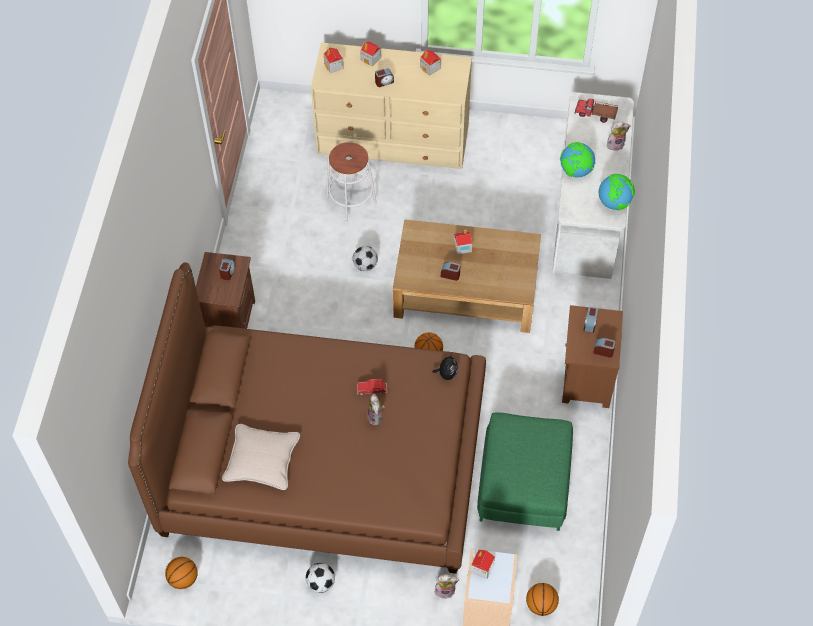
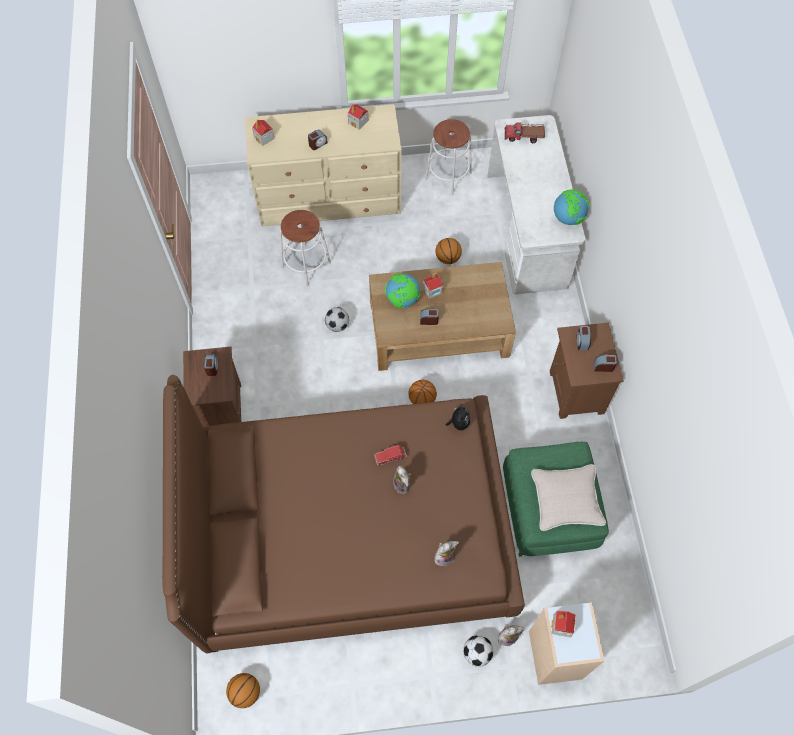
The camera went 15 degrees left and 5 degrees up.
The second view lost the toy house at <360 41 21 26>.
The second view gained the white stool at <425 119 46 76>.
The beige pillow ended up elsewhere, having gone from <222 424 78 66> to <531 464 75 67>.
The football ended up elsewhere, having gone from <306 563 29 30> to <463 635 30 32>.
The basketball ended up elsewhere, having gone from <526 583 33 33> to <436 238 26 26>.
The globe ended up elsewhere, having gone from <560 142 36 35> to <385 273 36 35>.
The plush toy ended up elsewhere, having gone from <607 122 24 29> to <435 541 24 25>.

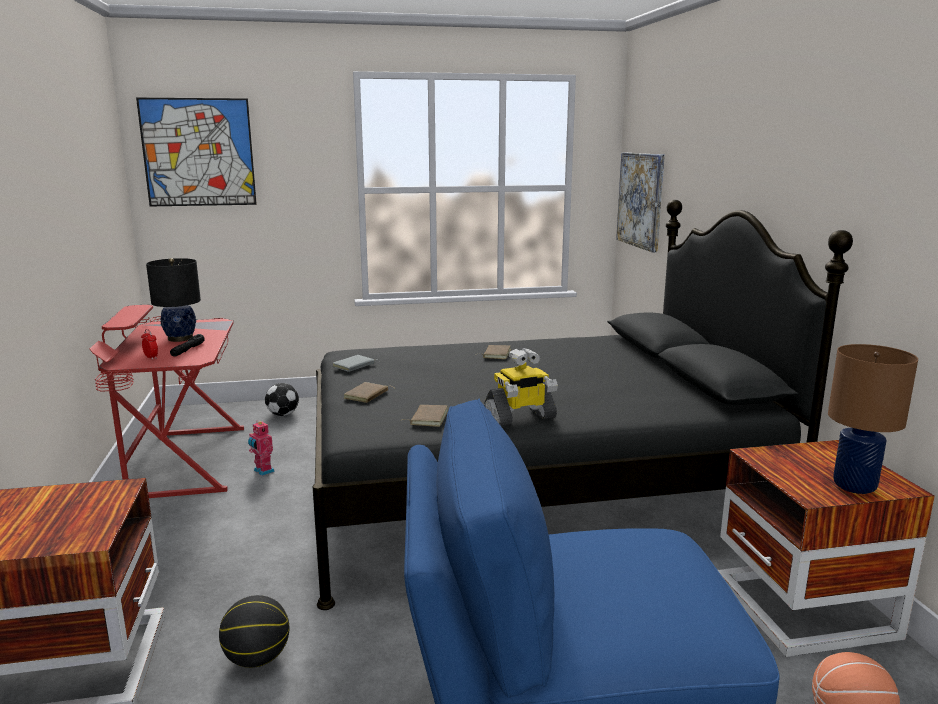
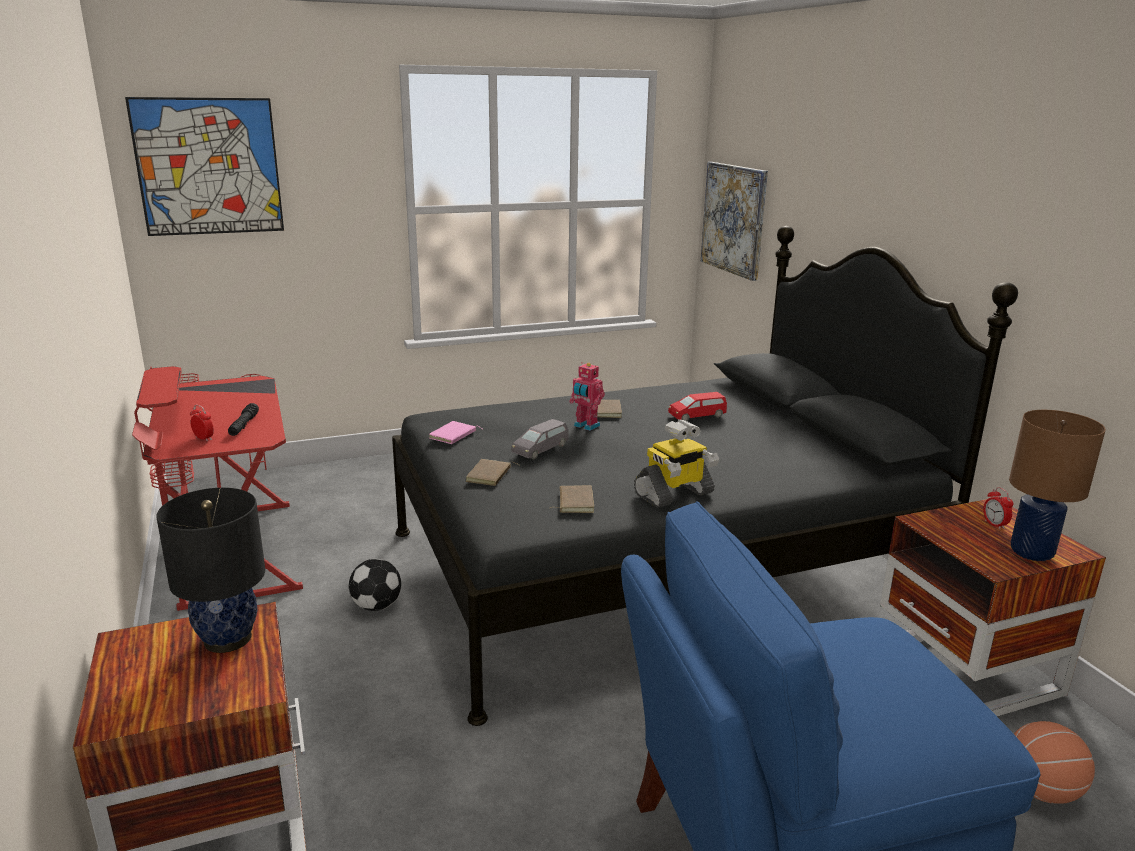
The camera went 10 degrees left and 5 degrees up.
The second view lost the basketball at <219 595 70 73>.
The second view gained the grey toy car at <511 419 58 40>.
The second view gained the red toy car at <668 392 59 29>.
The second view gained the alarm clock at <983 487 30 43>.
The black table lamp ended up elsewhere, having gone from <146 258 55 84> to <156 488 109 165>.
The toy robot ended up elsewhere, having gone from <248 421 27 55> to <569 362 36 69>.
The football ended up elsewhere, having gone from <265 383 34 33> to <349 559 52 52>.
What was the grey book at <333 355 47 17> turned into the pink book at <429 421 53 23>.

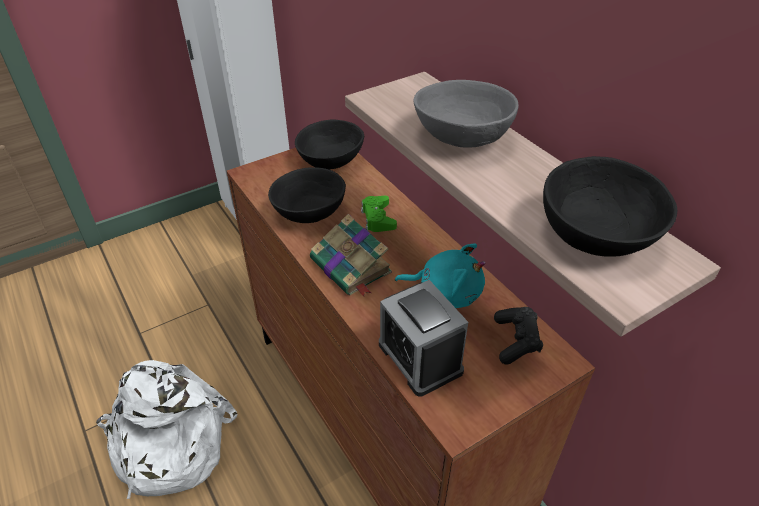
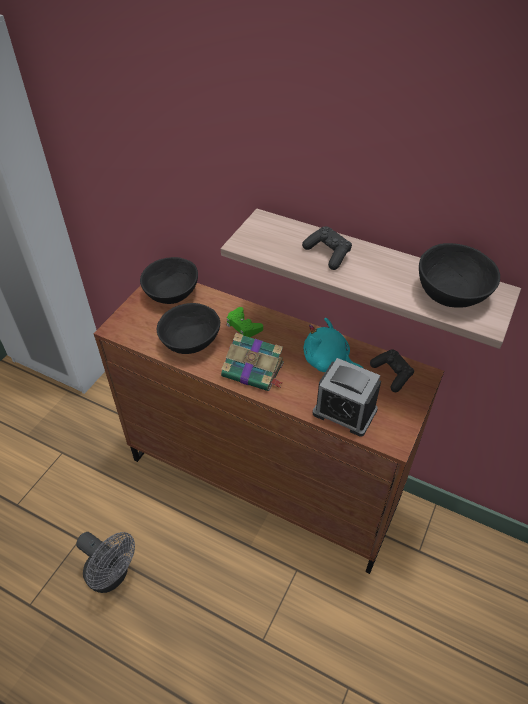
The camera went 30 degrees left and 5 degrees up.
Where the white backpack stood at <96 360 141 139>, the grey fan came to stand at <76 532 59 61>.
Where the grey bowl stood at <413 80 106 67>, the black game controller came to stand at <302 226 50 44>.
The turquoise plush toy at <395 243 90 65> ended up facing another way, 135 degrees counterclockwise from before.

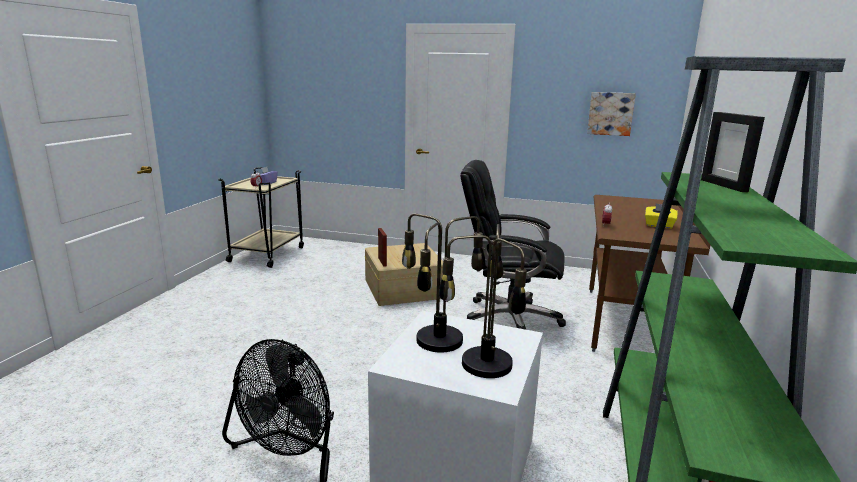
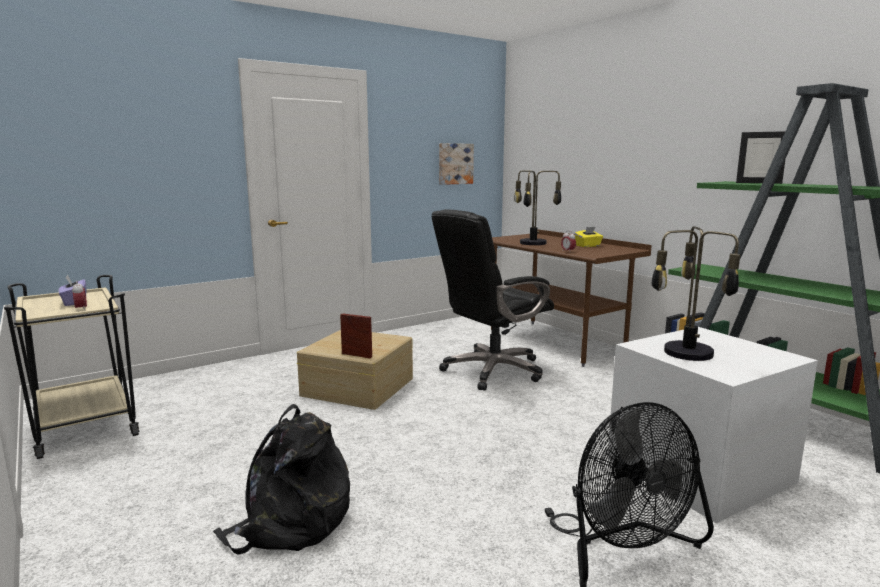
The camera went 50 degrees left and 5 degrees down.
The second view gained the black backpack at <213 404 137 150>.
The table lamp ended up elsewhere, having gone from <439 224 88 154> to <514 170 47 75>.

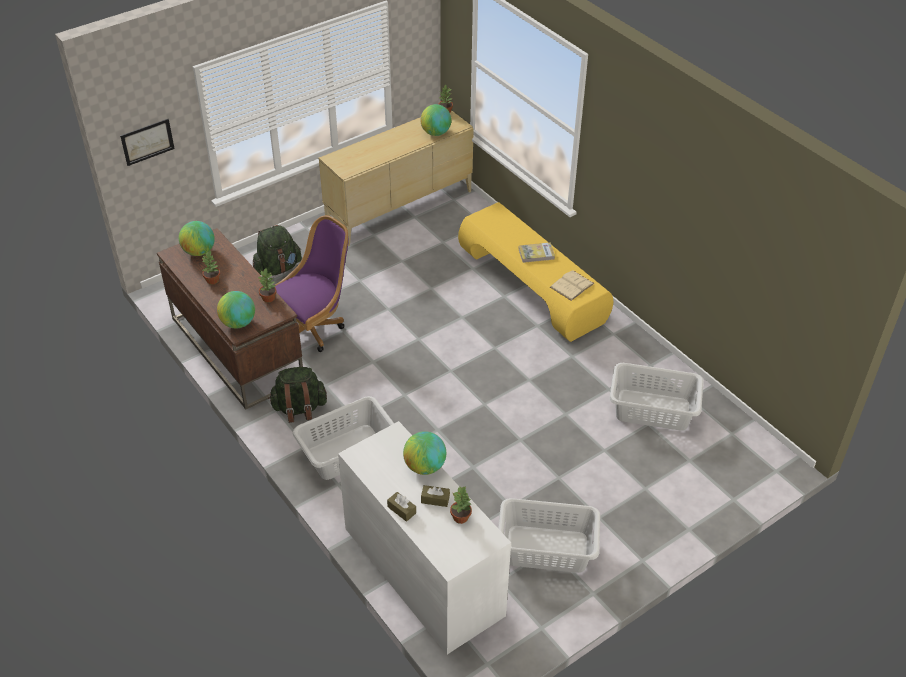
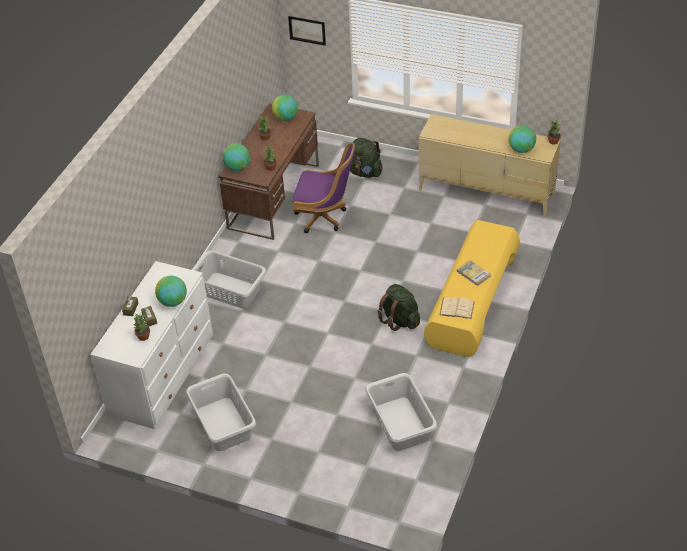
The camera went 60 degrees right and 0 degrees up.
The green backpack ended up elsewhere, having gone from <268 367 59 56> to <377 284 43 47>.

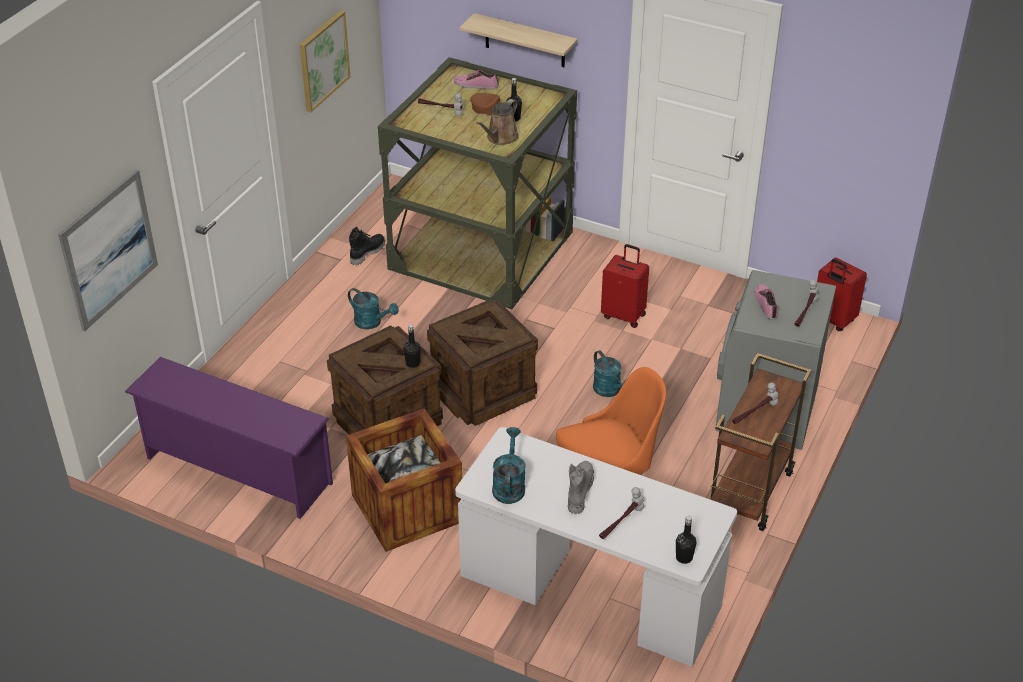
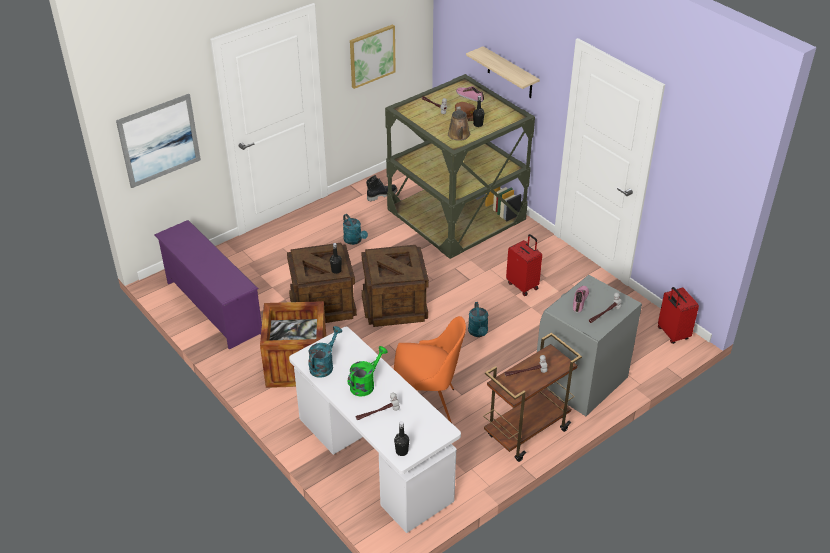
The camera went 25 degrees right and 0 degrees up.
Where the grey boot stood at <568 461 26 53>, the green watering can came to stand at <348 346 40 51>.
The brown watering can at <476 99 43 46> ended up facing another way, 60 degrees counterclockwise from before.

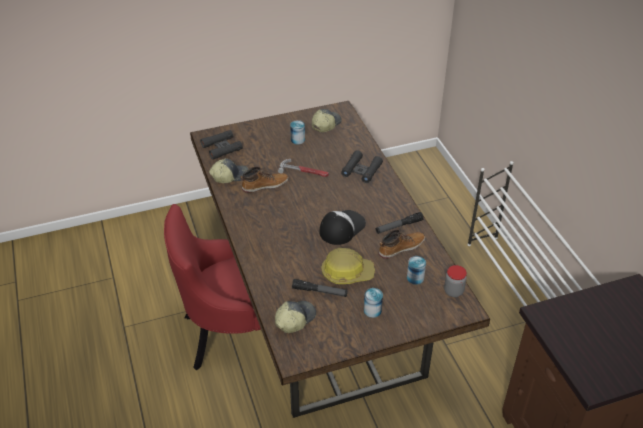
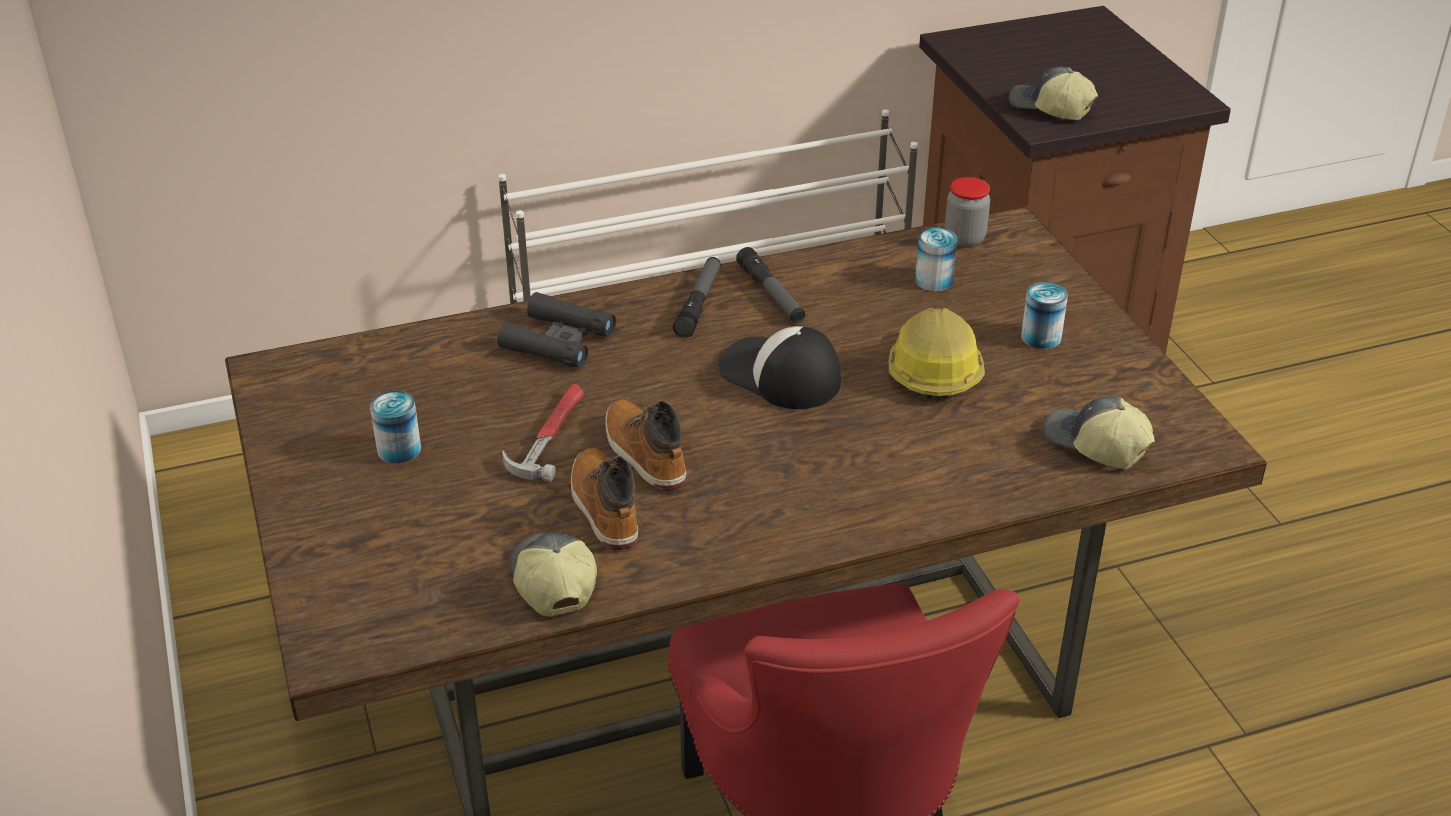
The camera went 90 degrees left and 5 degrees down.
The second view lost the black binoculars at <200 130 43 30>.
The flashlight ended up elsewhere, having gone from <292 279 56 18> to <673 257 48 81>.
The cap ended up elsewhere, having gone from <312 109 30 23> to <1009 67 89 53>.
The boot ended up elsewhere, having gone from <378 230 47 29> to <605 400 81 91>.

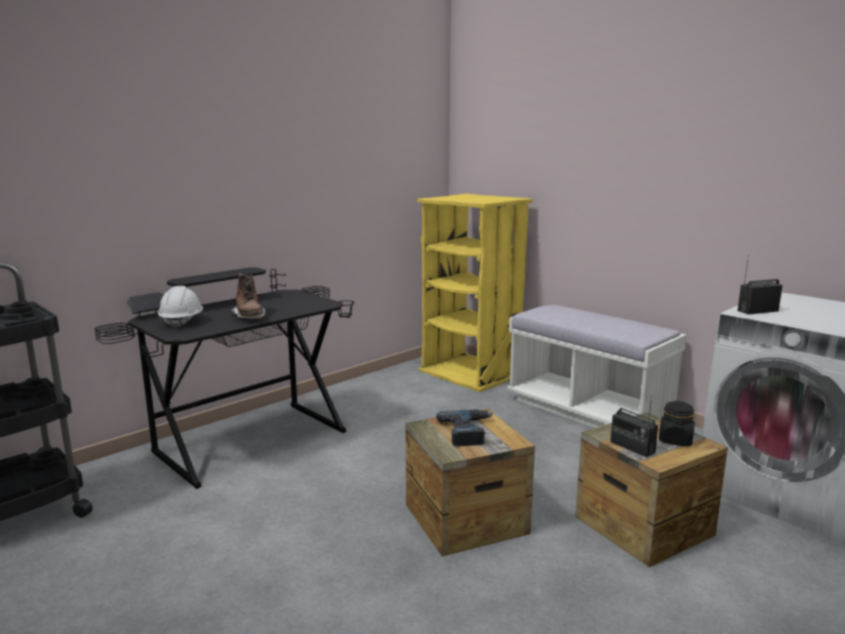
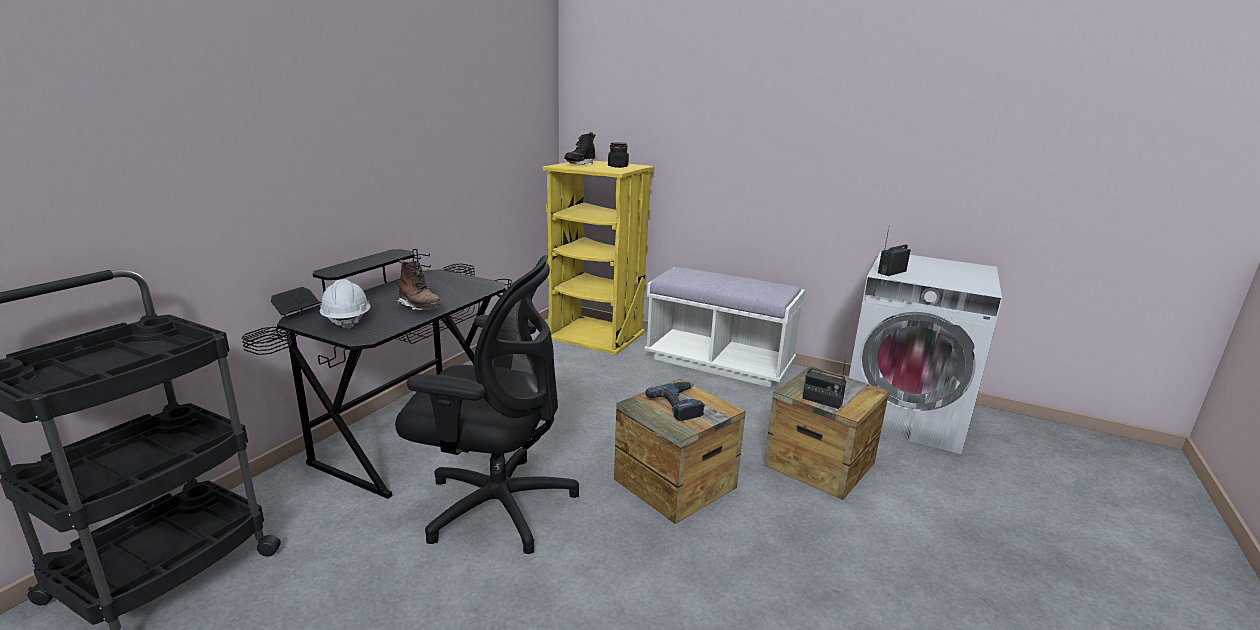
The camera went 20 degrees left and 5 degrees up.
The second view gained the black office chair at <395 255 184 299>.
The second view gained the black boot at <564 132 32 33>.
The black jar ended up elsewhere, having gone from <659 401 36 45> to <608 142 21 26>.

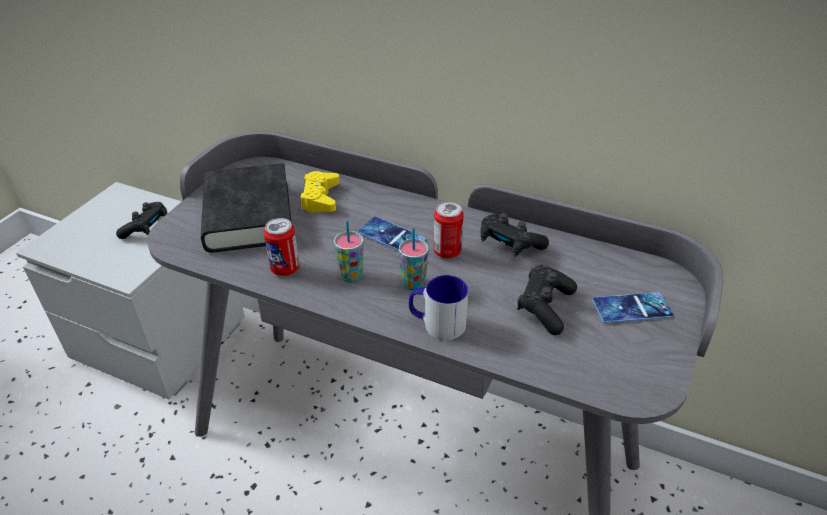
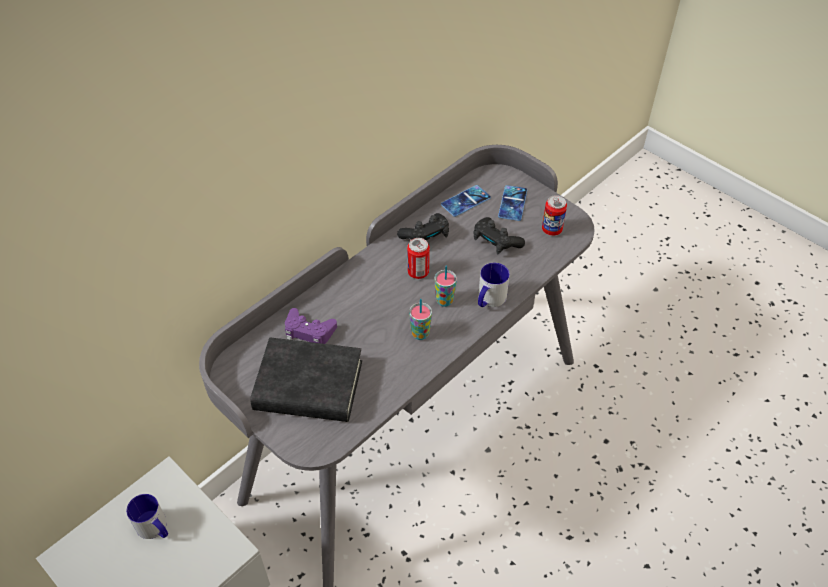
The camera went 70 degrees left and 10 degrees up.
The can ended up elsewhere, having gone from <264 218 36 58> to <542 195 25 41>.
The phone ended up elsewhere, having gone from <358 216 68 35> to <441 185 50 32>.
Where the black game controller stood at <116 202 51 37>, the mug came to stand at <126 494 42 45>.
What was the yellow game controller at <300 171 40 42> turned into the purple game controller at <285 308 52 36>.

